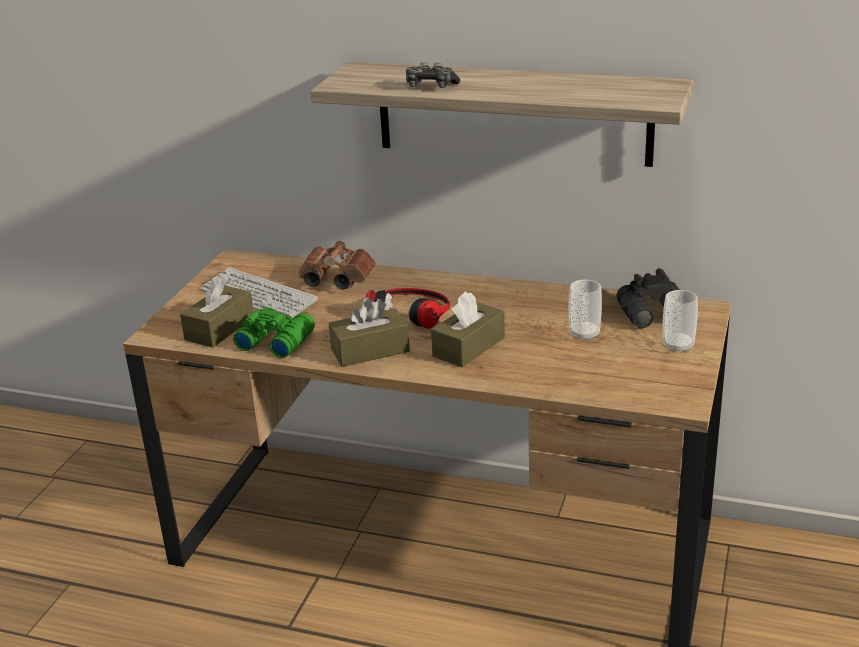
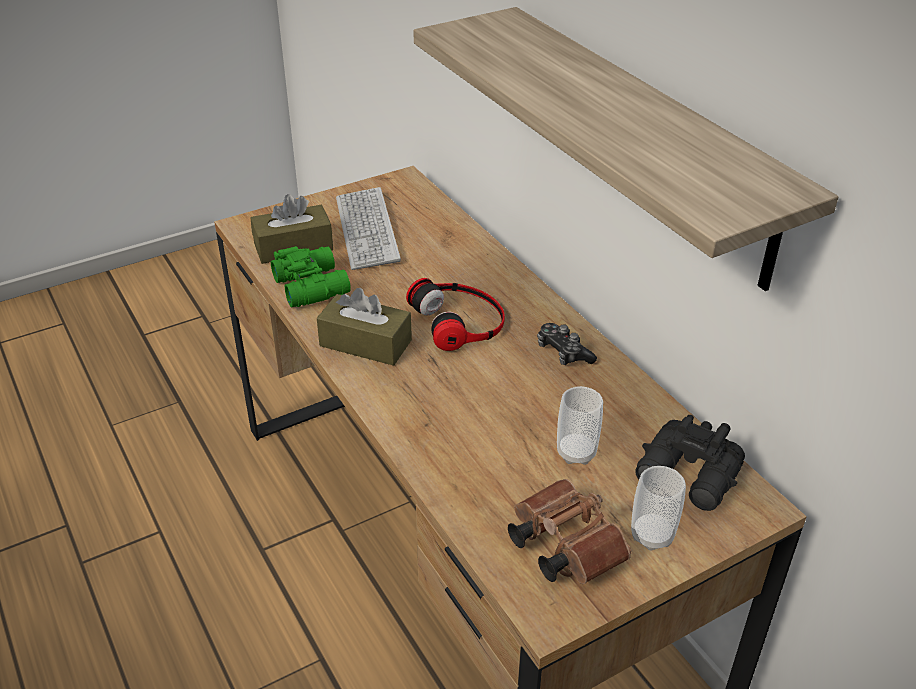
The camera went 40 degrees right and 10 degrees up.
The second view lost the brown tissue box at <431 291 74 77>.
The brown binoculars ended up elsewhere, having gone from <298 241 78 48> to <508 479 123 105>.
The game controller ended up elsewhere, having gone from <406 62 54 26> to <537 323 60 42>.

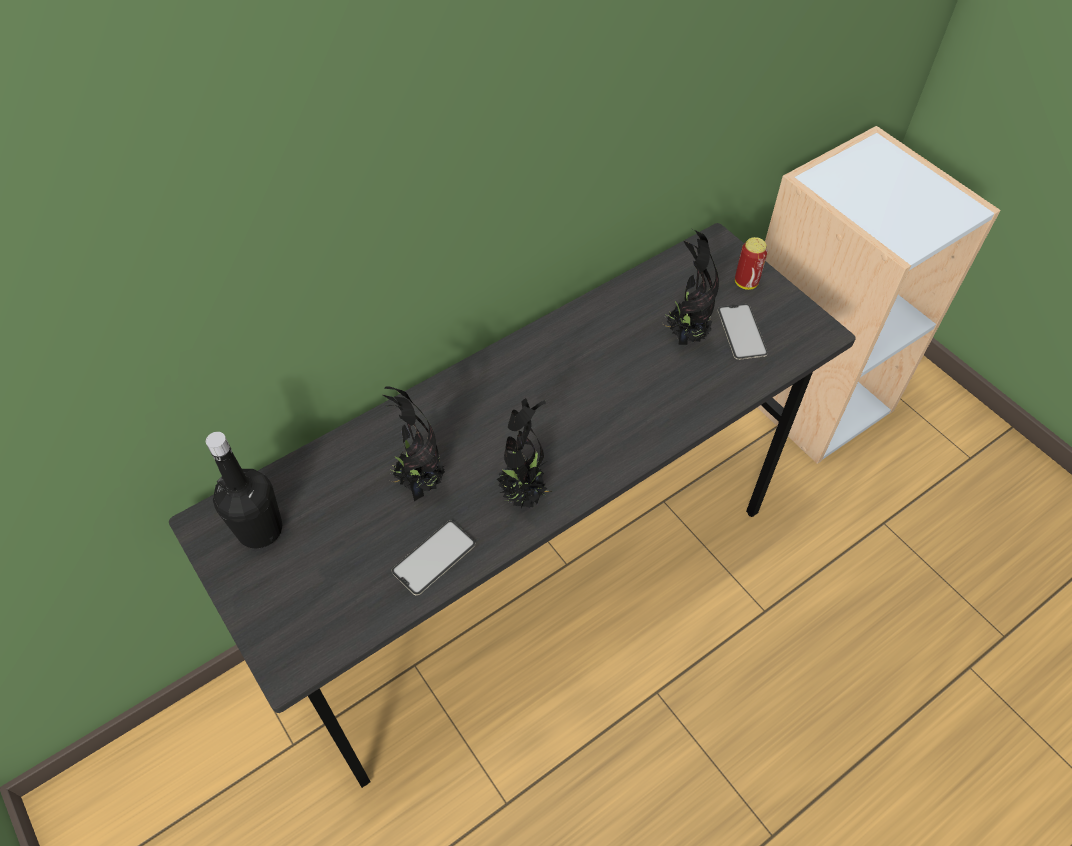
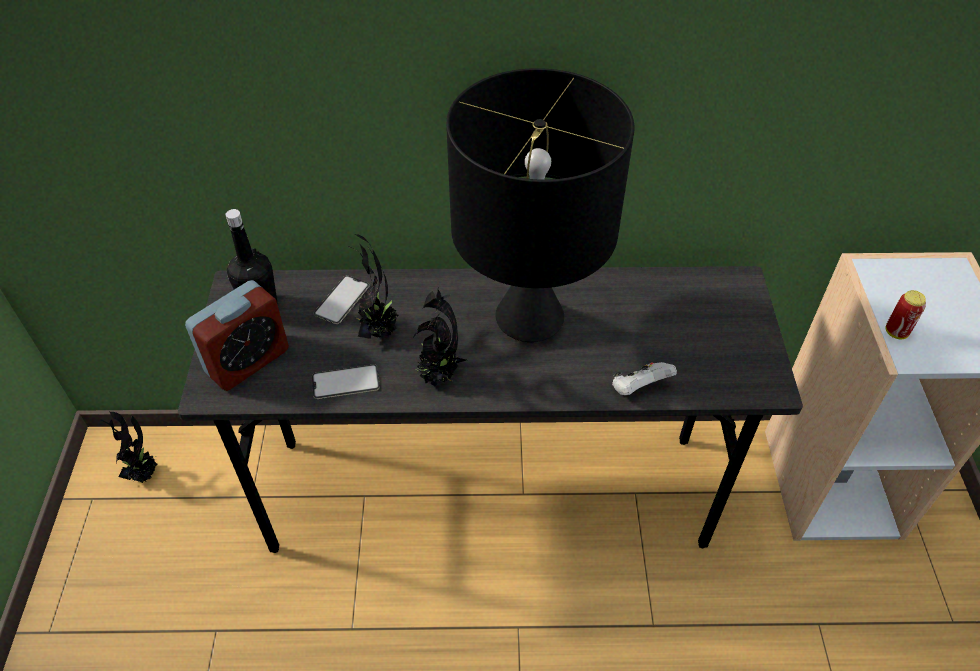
The camera went 35 degrees right and 5 degrees down.
The second view gained the alarm clock at <185 280 104 111>.
The second view gained the black table lamp at <446 68 188 274>.
The second view gained the white game controller at <612 362 65 33>.
The potted plant ended up elsewhere, having gone from <664 229 55 116> to <100 412 58 71>.
The phone ended up elsewhere, having gone from <718 304 50 56> to <314 275 55 49>.
The can ended up elsewhere, having gone from <735 237 33 53> to <885 290 41 49>.

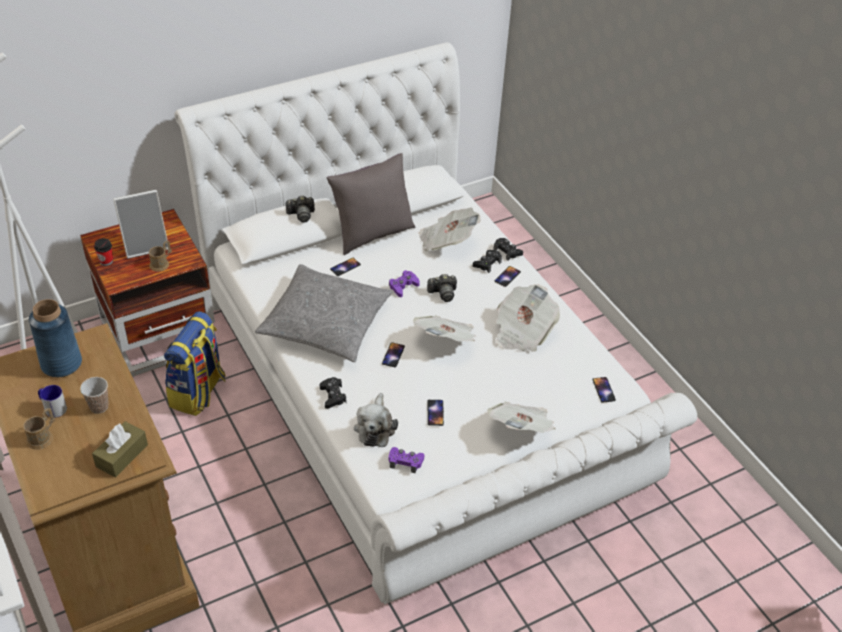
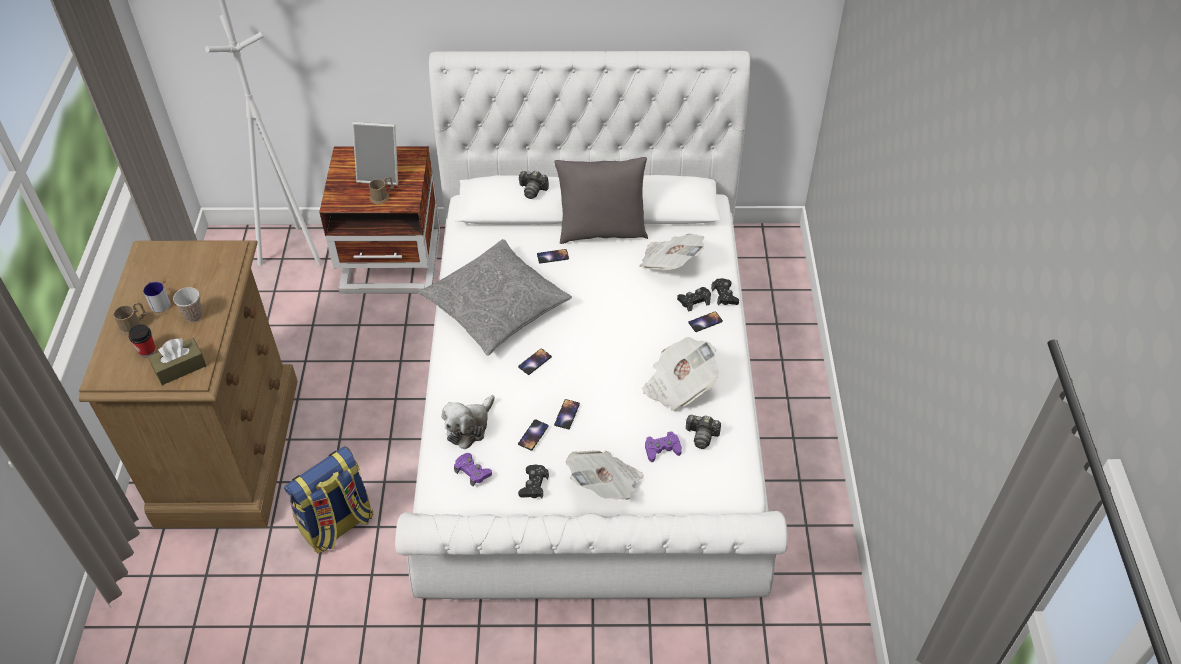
The camera went 30 degrees right and 5 degrees up.
The second view lost the blue vase at <29 299 53 78>.
The second view lost the newspaper at <413 315 63 27>.
The cup ended up elsewhere, having gone from <94 238 19 28> to <129 324 27 33>.
The backpack ended up elsewhere, having gone from <164 311 62 105> to <284 447 89 106>.
The black game controller ended up elsewhere, having gone from <320 377 26 32> to <518 465 31 33>.
The purple game controller ended up elsewhere, having gone from <389 270 31 27> to <645 431 37 31>.
The photo camera ended up elsewhere, having gone from <427 274 30 28> to <686 415 35 34>.
The phone ended up elsewhere, having gone from <592 377 24 26> to <554 399 26 30>.

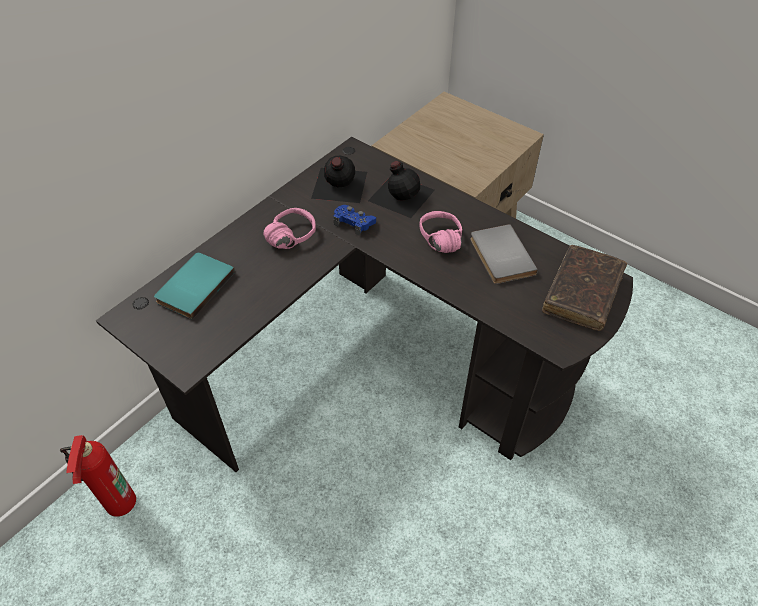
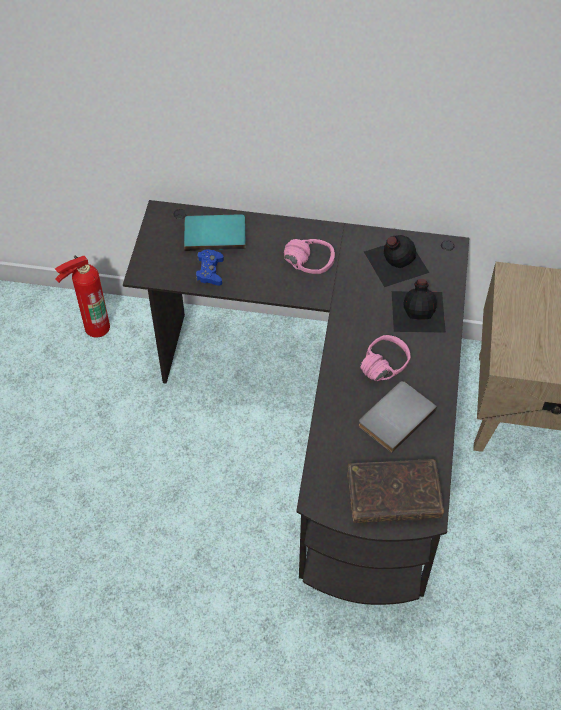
The camera went 60 degrees right and 5 degrees up.
The blue game controller ended up elsewhere, having gone from <333 205 43 31> to <196 249 28 37>.

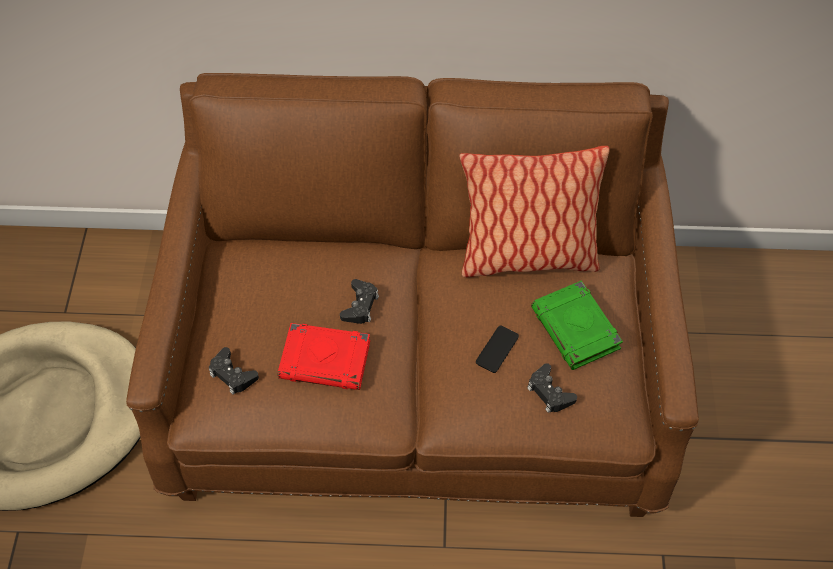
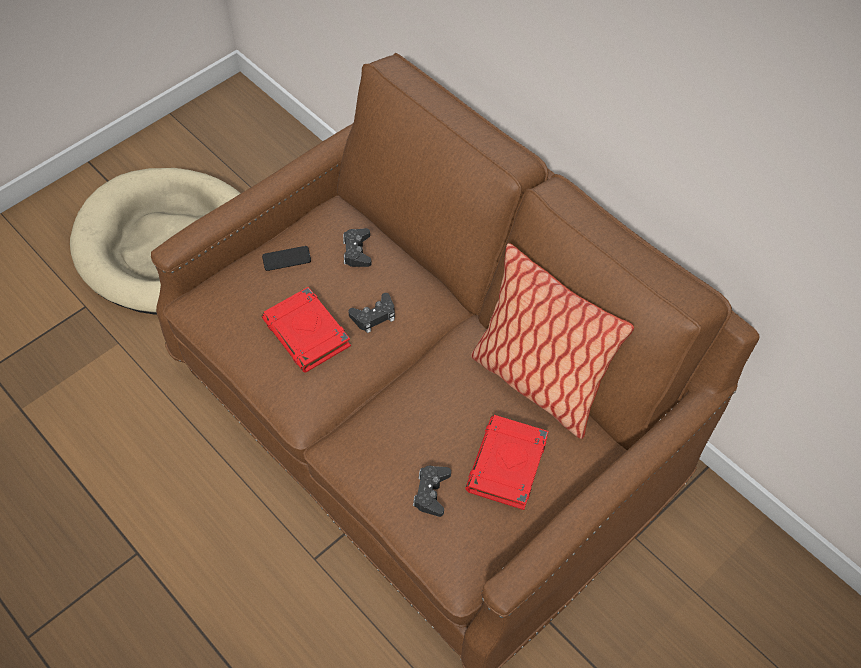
The camera went 45 degrees right and 0 degrees up.
The black game controller ended up elsewhere, having gone from <209 347 50 48> to <343 228 29 39>.
The phone ended up elsewhere, having gone from <476 325 43 48> to <262 246 49 25>.
What was the green book at <531 281 92 89> turned into the red book at <465 415 84 95>.

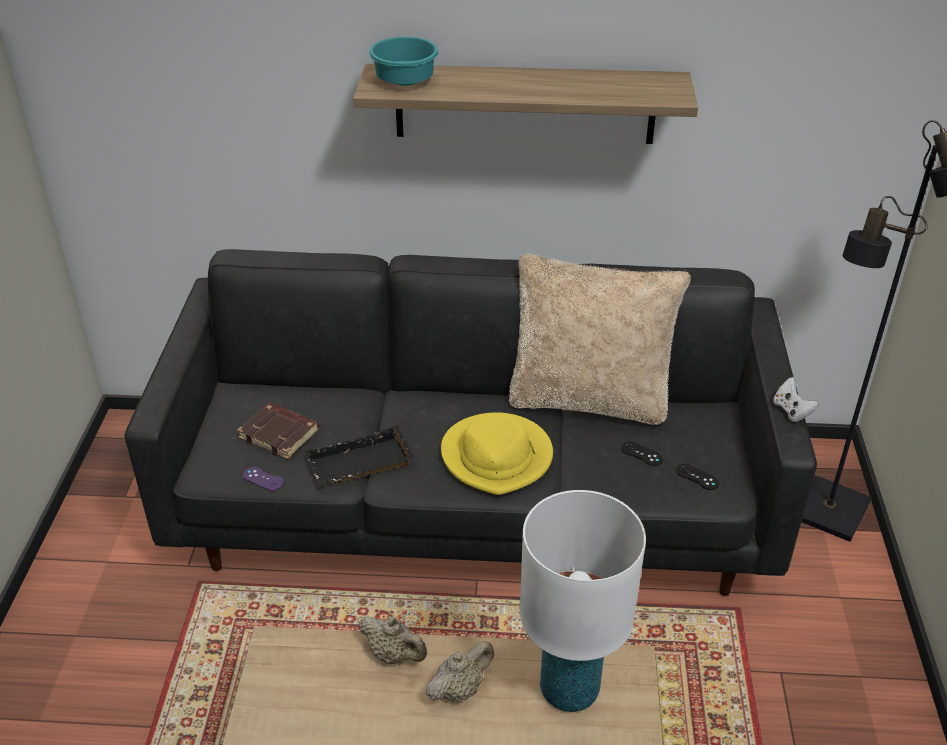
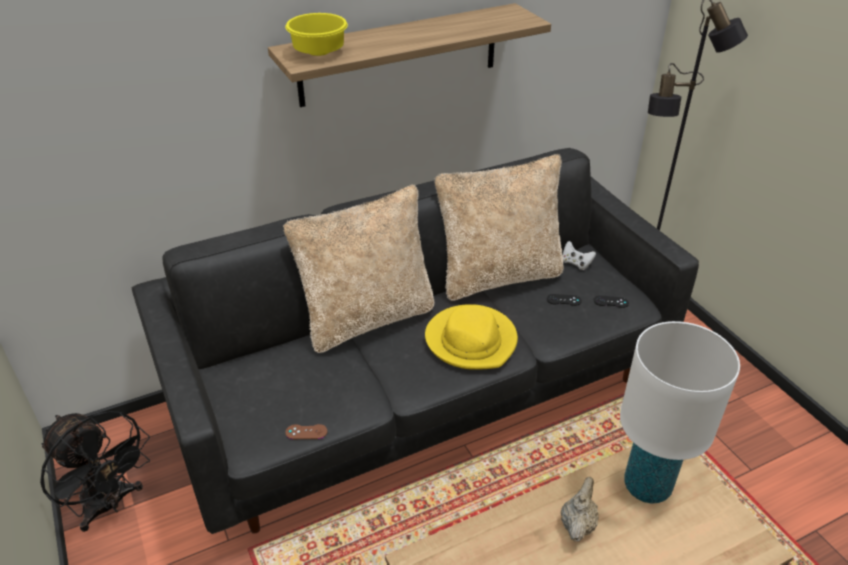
The camera went 30 degrees left and 0 degrees up.
The second view lost the brown book at <237 403 82 57>.
The second view lost the black tray at <305 425 109 61>.
The second view lost the beige teapot at <358 616 69 48>.
The second view gained the black fan at <40 411 110 121>.
The second view gained the beige pillow at <283 184 151 169>.
The white game controller ended up elsewhere, having gone from <773 377 46 45> to <563 241 33 29>.
What was the purple game controller at <243 467 40 24> turned into the brown game controller at <285 424 42 15>.
What was the turquoise bowl at <369 37 70 49> turned into the yellow bowl at <285 13 63 43>.

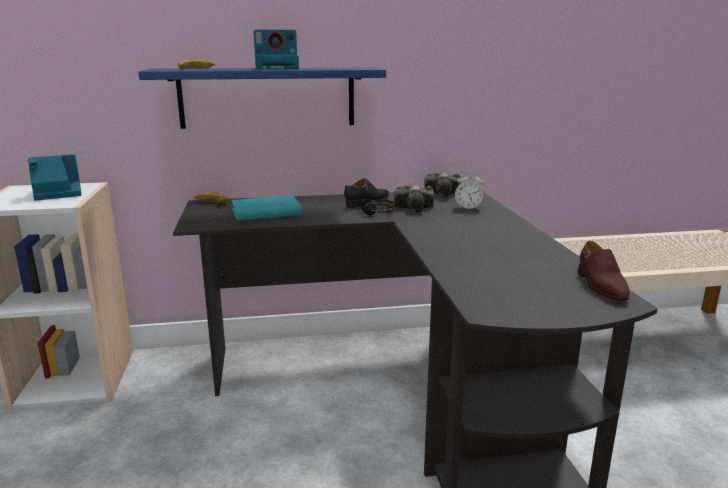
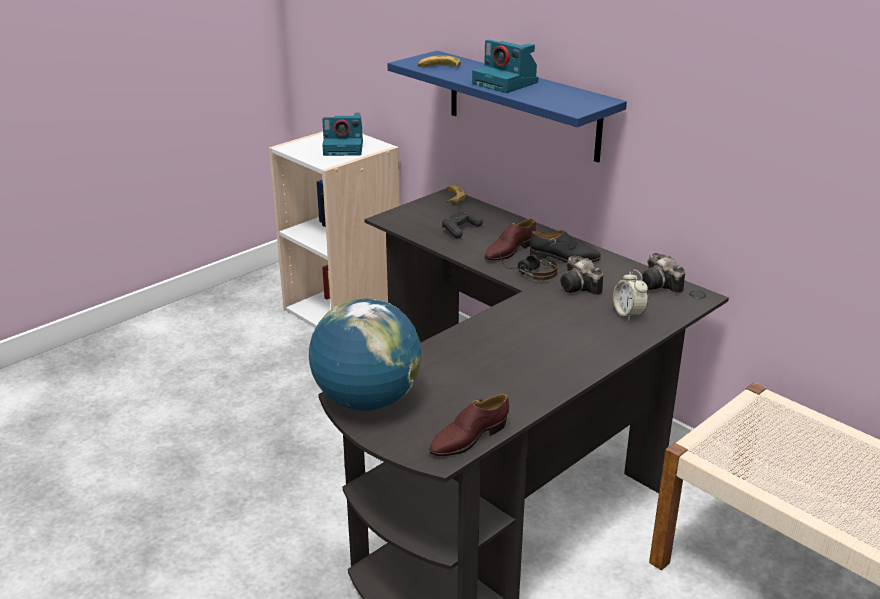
The camera went 55 degrees right and 10 degrees up.
The second view gained the globe at <309 298 112 113>.
The second view gained the brown shoe at <484 218 52 42>.
Where the turquoise book stood at <231 195 71 26>, the black game controller came to stand at <442 210 41 29>.
The photo camera at <28 154 53 47> ended up facing another way, 150 degrees clockwise from before.

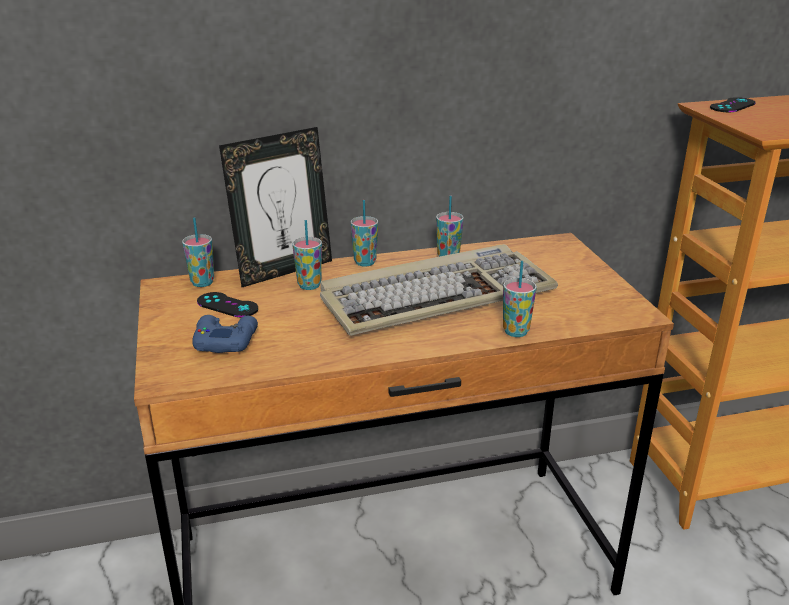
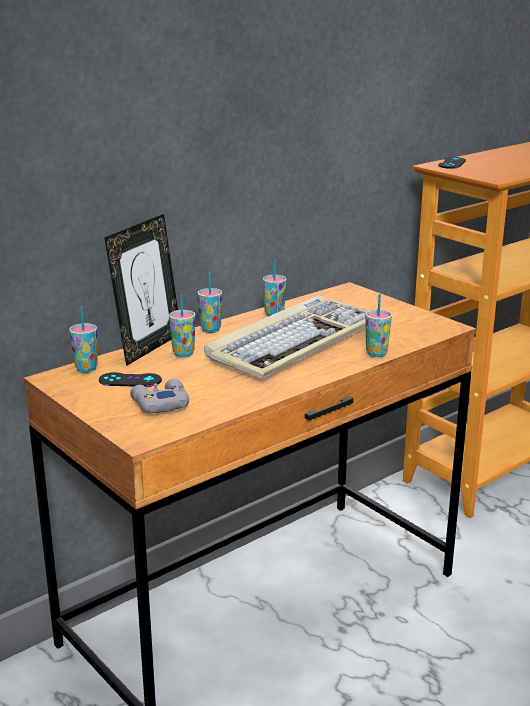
The camera went 25 degrees left and 5 degrees down.
What was the blue game controller at <192 315 66 38> turned into the grey game controller at <130 379 59 35>.

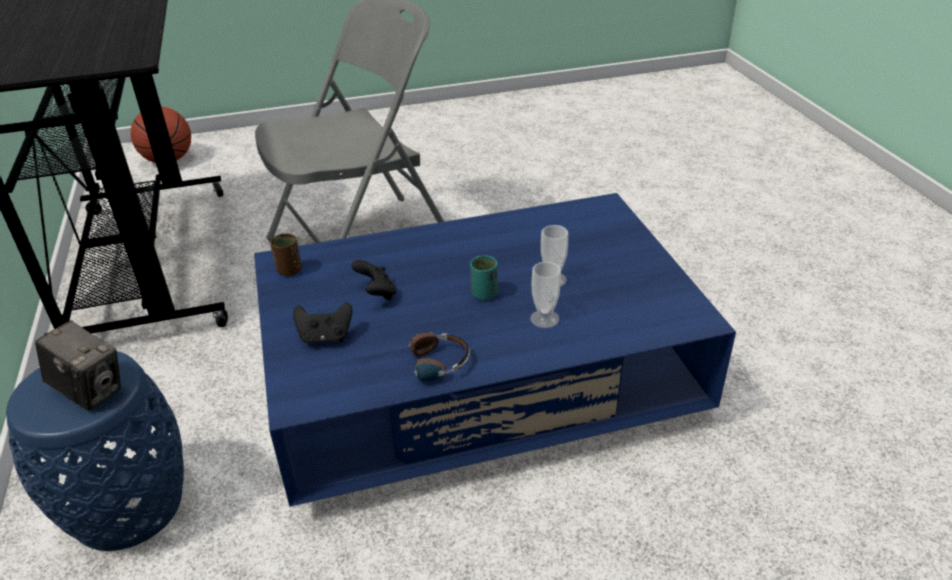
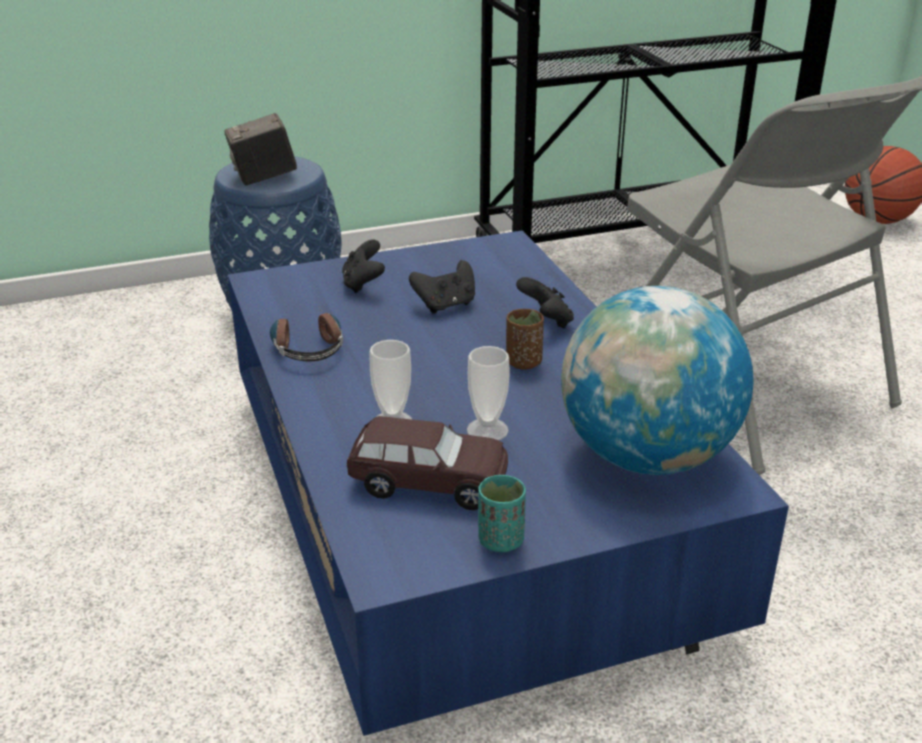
The camera went 85 degrees right and 5 degrees down.
The second view gained the brown toy car at <346 416 162 94>.
The second view gained the black game controller at <516 277 58 51>.
The second view gained the globe at <561 286 193 189>.
The brown cup ended up elsewhere, having gone from <270 233 32 43> to <506 309 38 61>.
The turquoise cup ended up elsewhere, having gone from <470 255 28 45> to <478 475 48 77>.
The photo camera at <35 320 86 91> ended up facing another way, 45 degrees clockwise from before.

